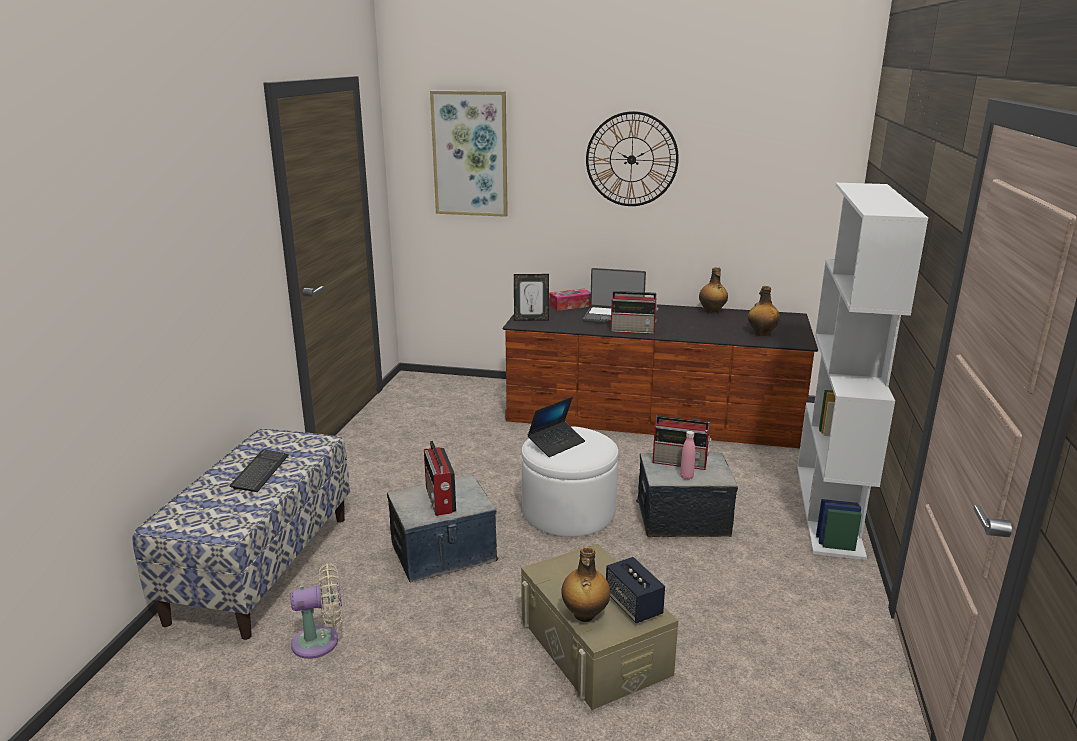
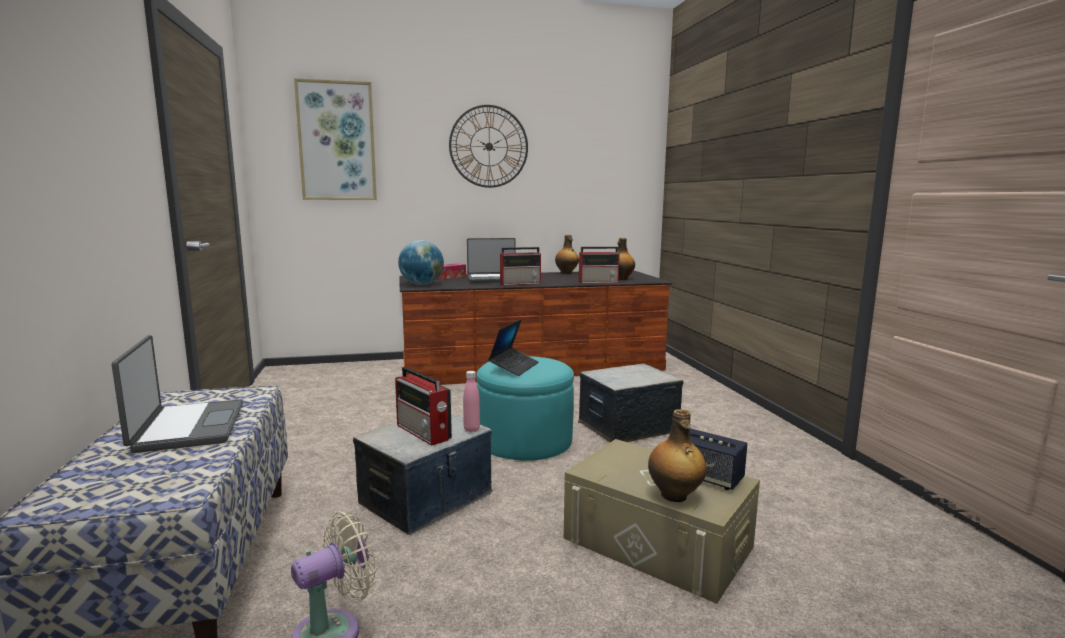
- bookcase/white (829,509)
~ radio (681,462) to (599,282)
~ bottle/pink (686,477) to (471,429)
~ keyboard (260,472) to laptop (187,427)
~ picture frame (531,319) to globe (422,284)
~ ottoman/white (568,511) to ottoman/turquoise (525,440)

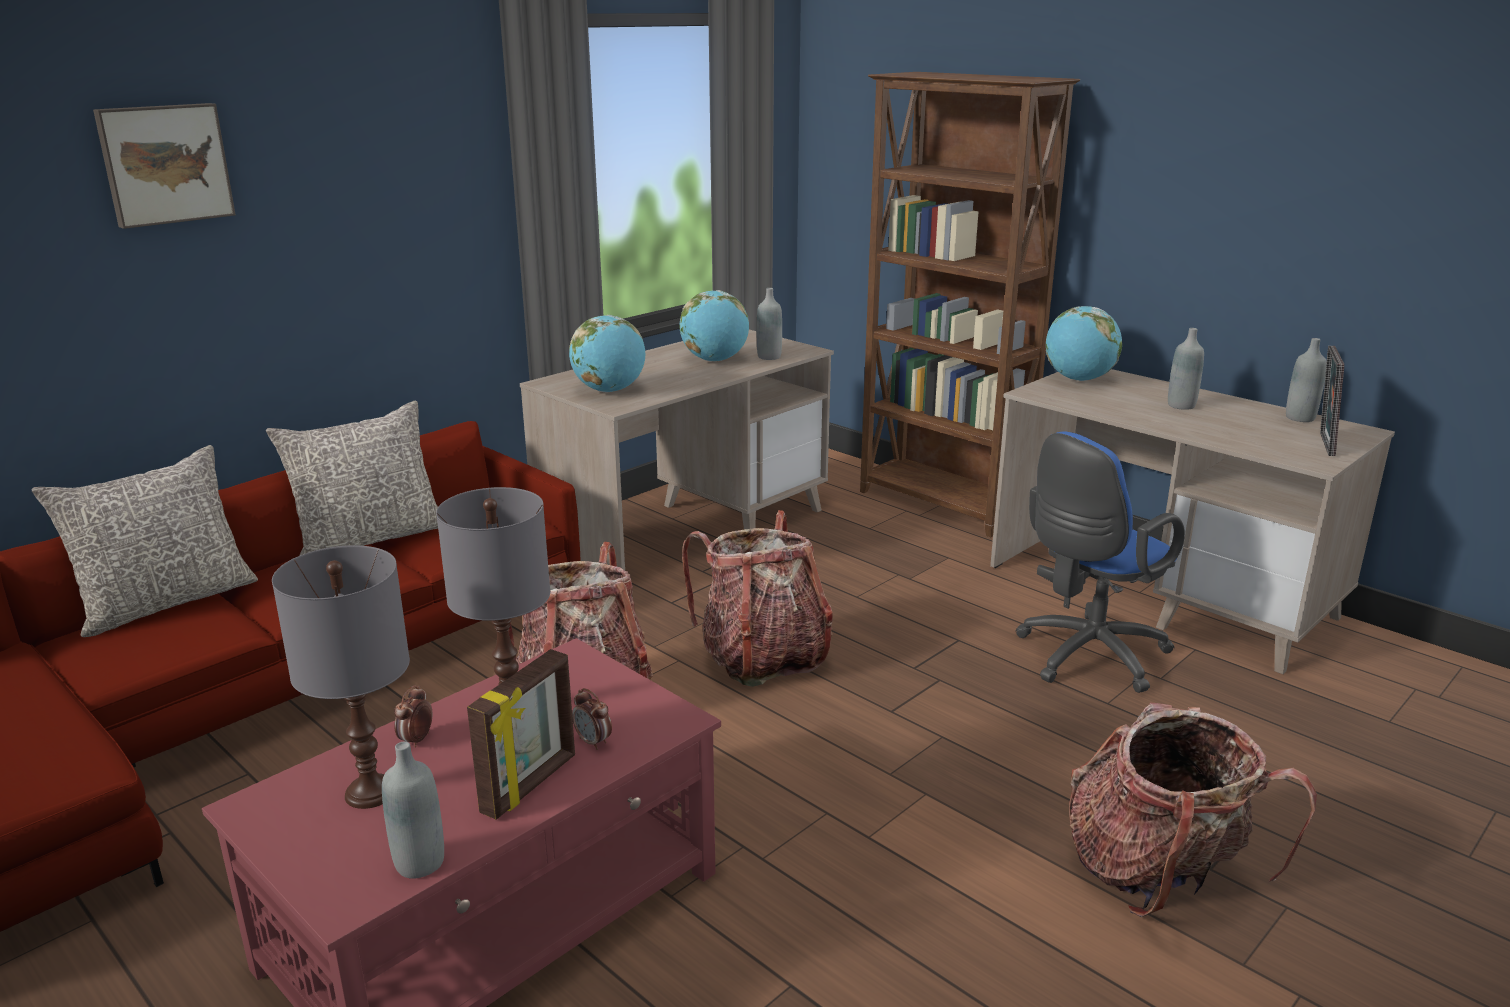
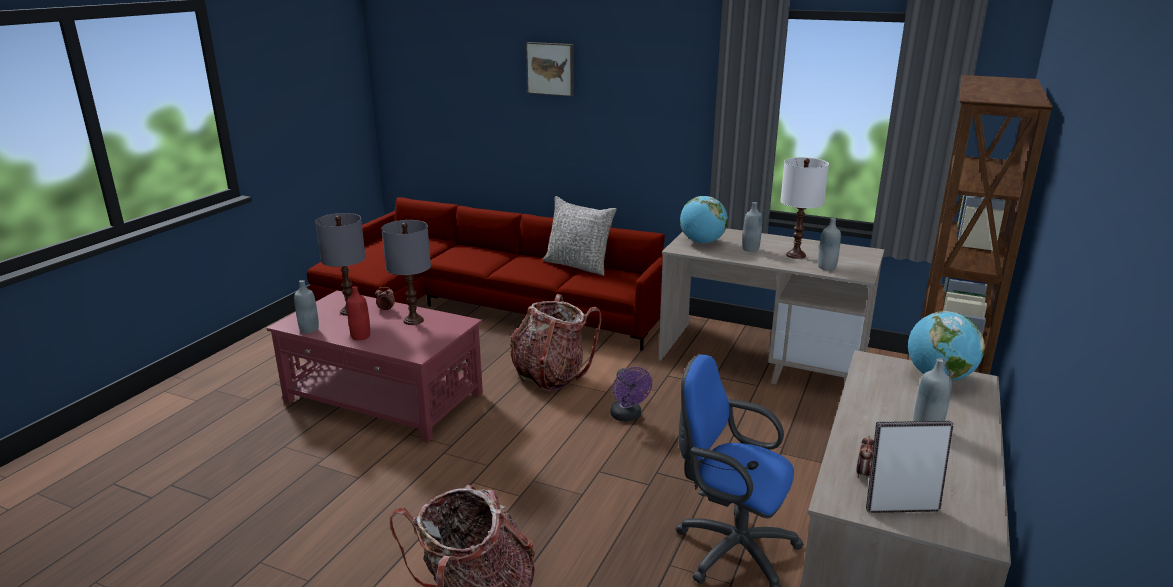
- pillow/grey (166,602)
~ alarm clock (593,742) to (863,474)
~ bottle/grey (1300,418) to (750,249)
~ picture frame (531,785) to bottle/red (360,336)
~ globe (715,360) to table lamp/white (795,255)
~ backpack (763,658) to fan/purple (628,416)

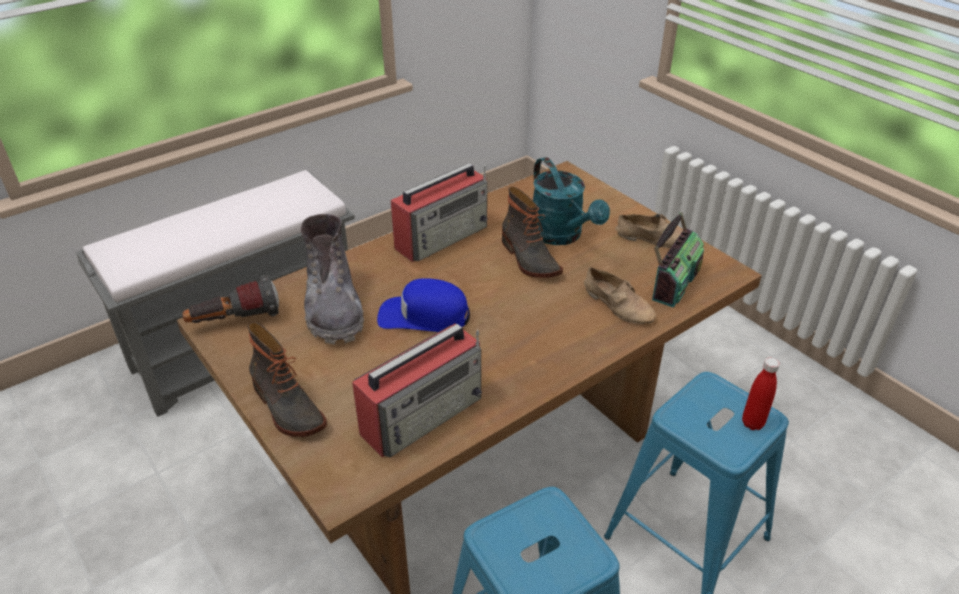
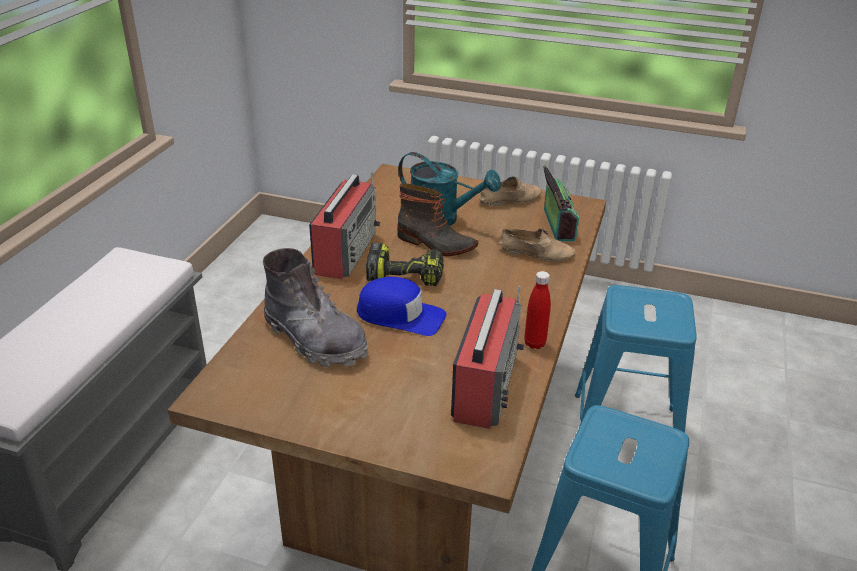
- flashlight (235,321)
- boot (286,408)
+ power drill (406,274)
~ bottle/red (752,423) to (534,343)
~ cap/blue (423,316) = (401,315) 135 degrees counterclockwise

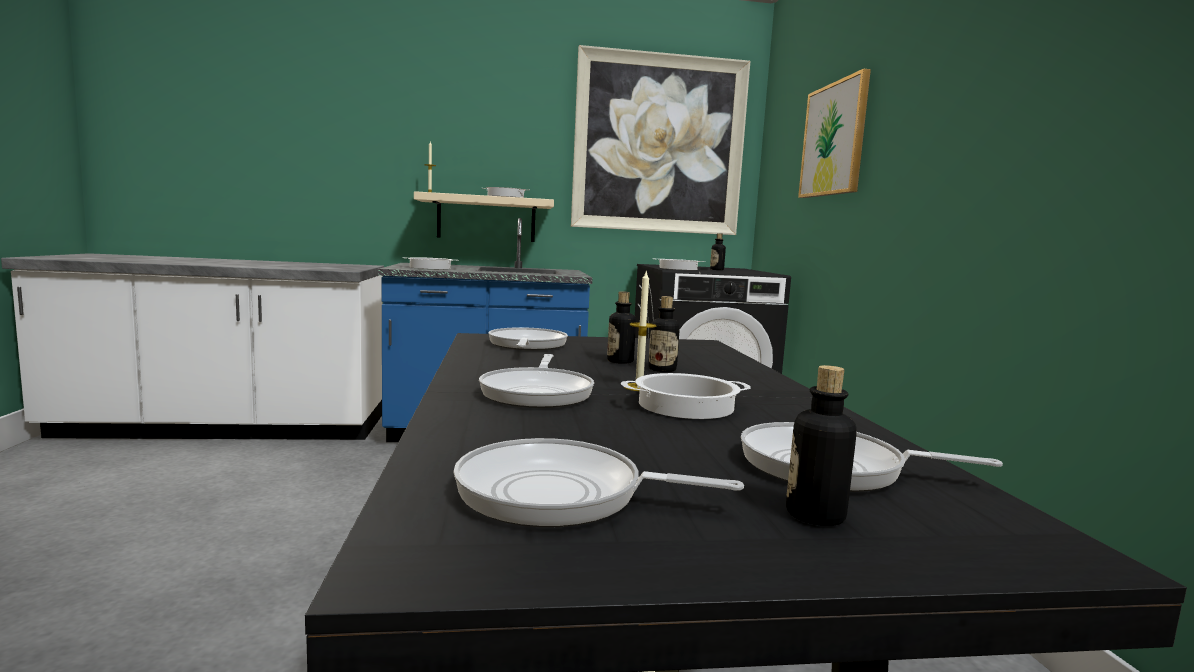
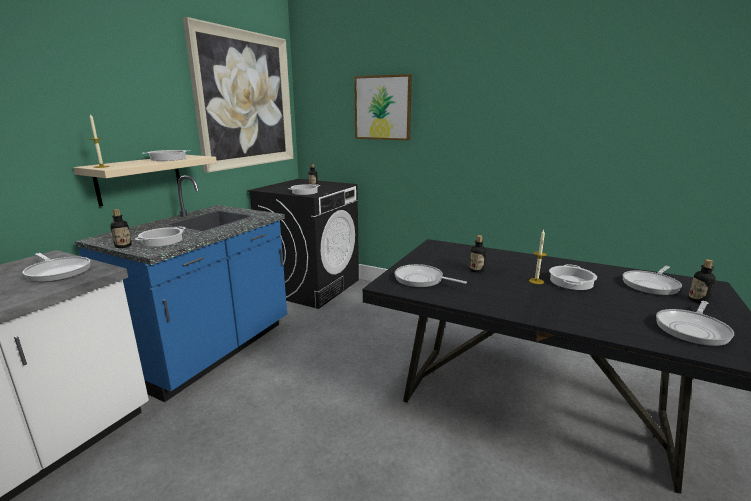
~ frying pan (538,393) to (58,272)
~ bottle (662,369) to (123,246)

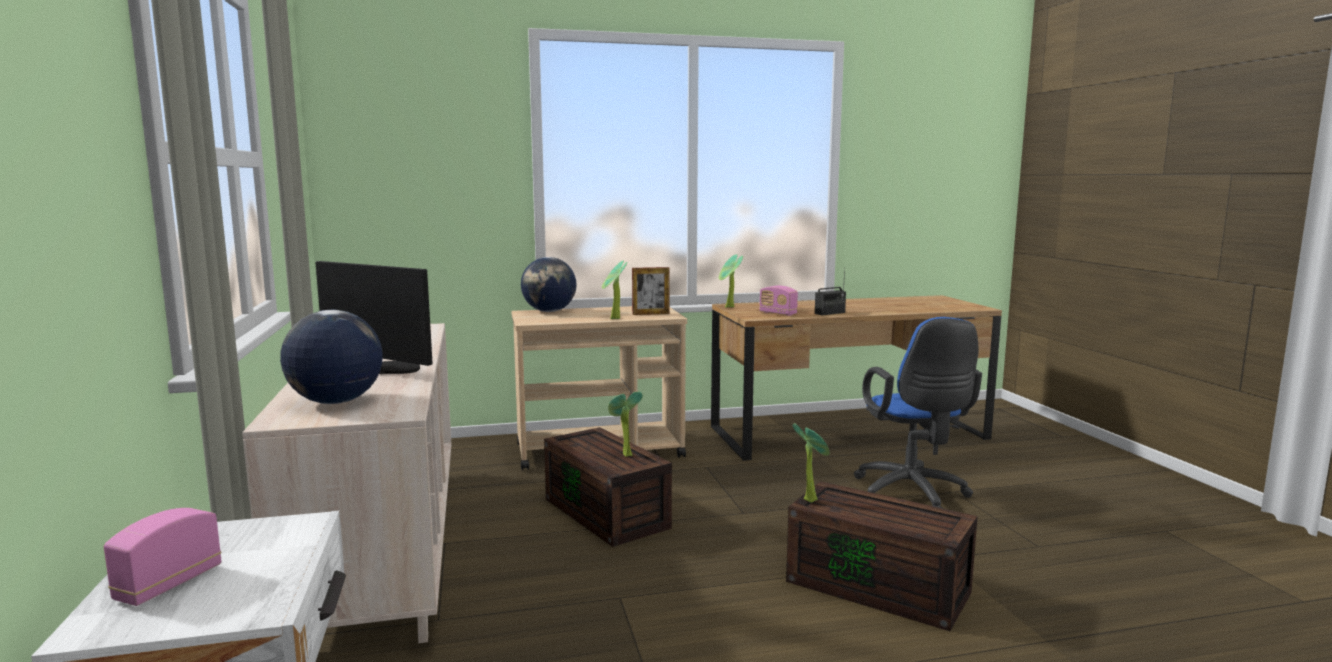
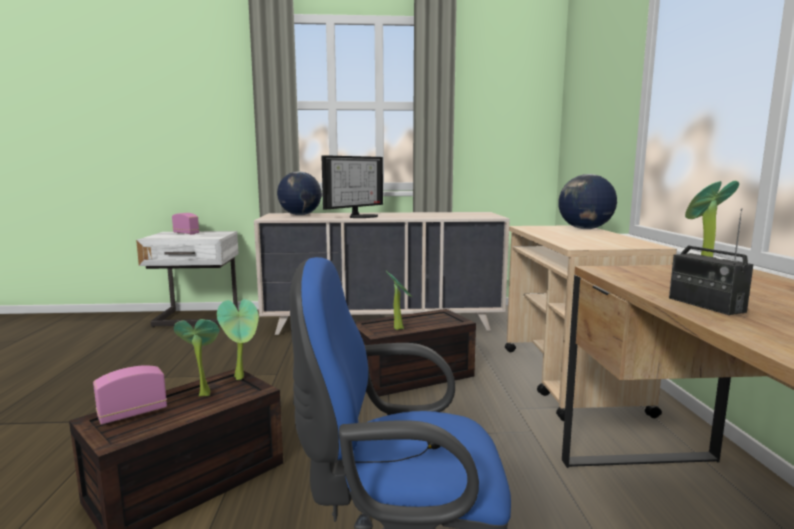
- picture frame (650,314)
~ potted plant (614,319) to (202,393)
~ radio (778,313) to (133,413)

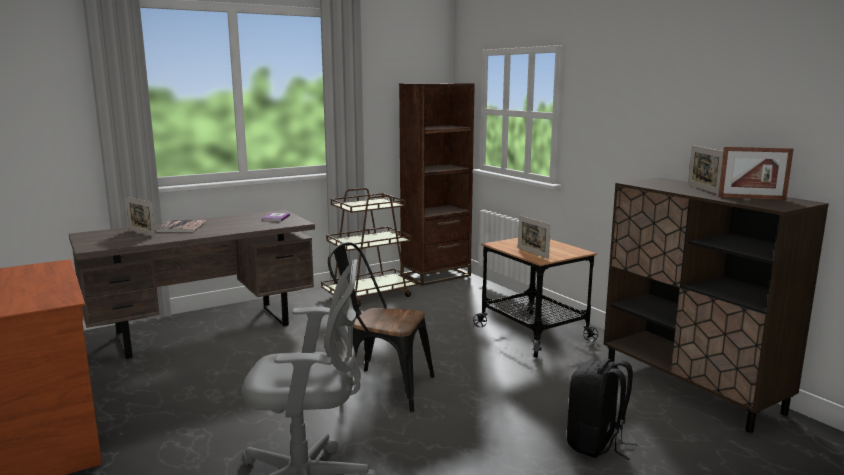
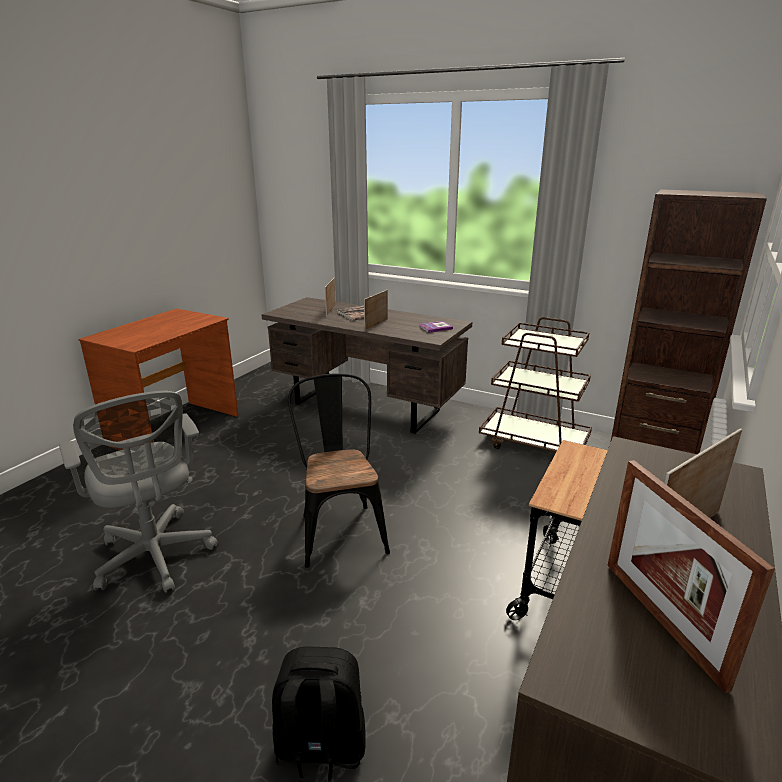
~ picture frame (532,253) to (376,324)

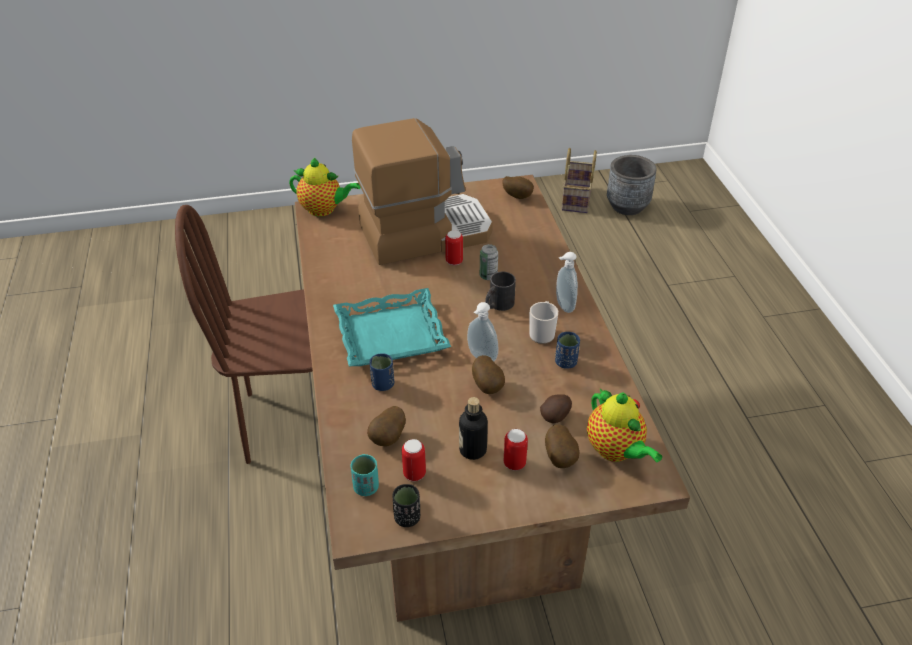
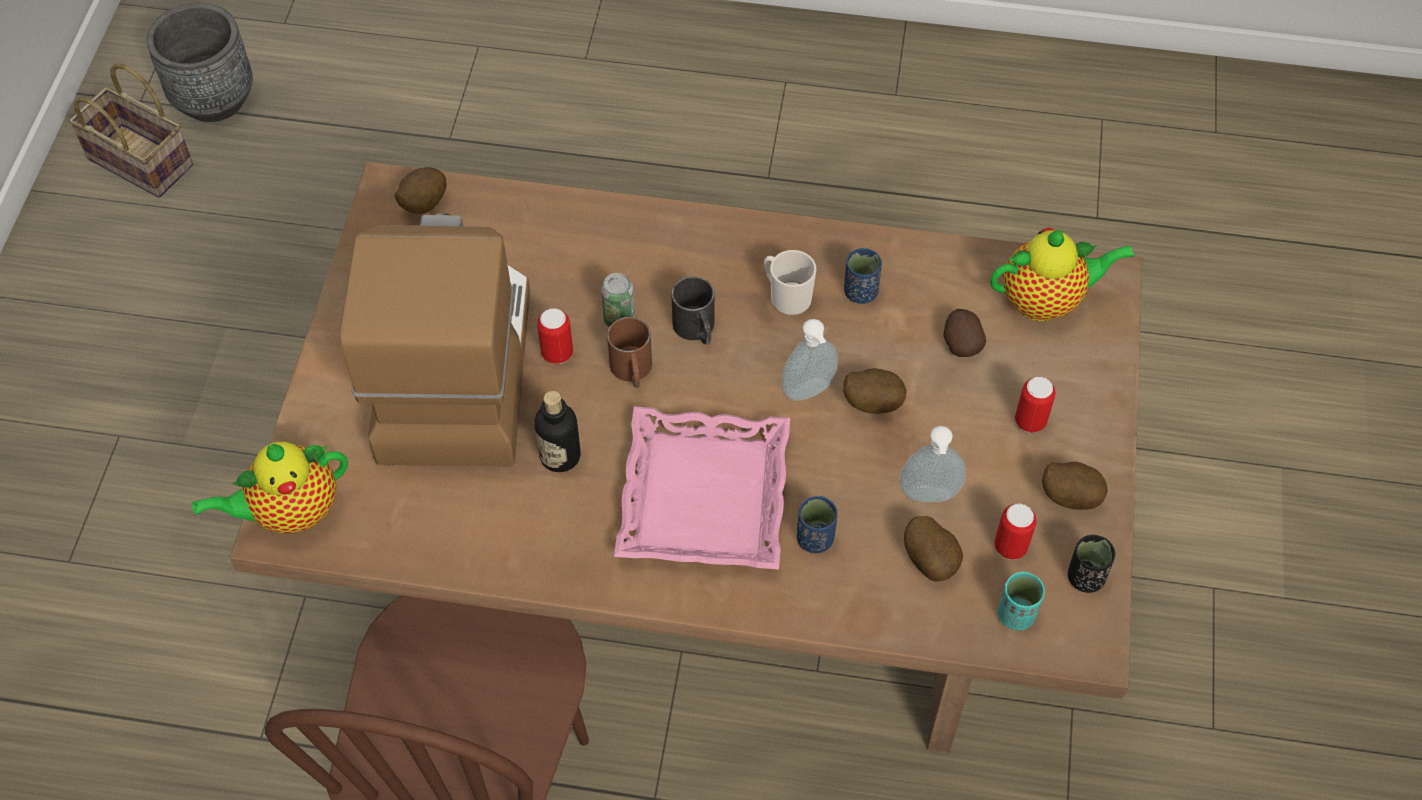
+ mug/brown (632,371)
~ bottle (473,450) to (560,456)
~ potato (561,458) to (1069,496)
~ soap dispenser (563,306) to (929,497)
~ tray/turquoise (391,334) to tray/pink (702,496)
~ teapot (324,210) = (290,512) 150 degrees counterclockwise

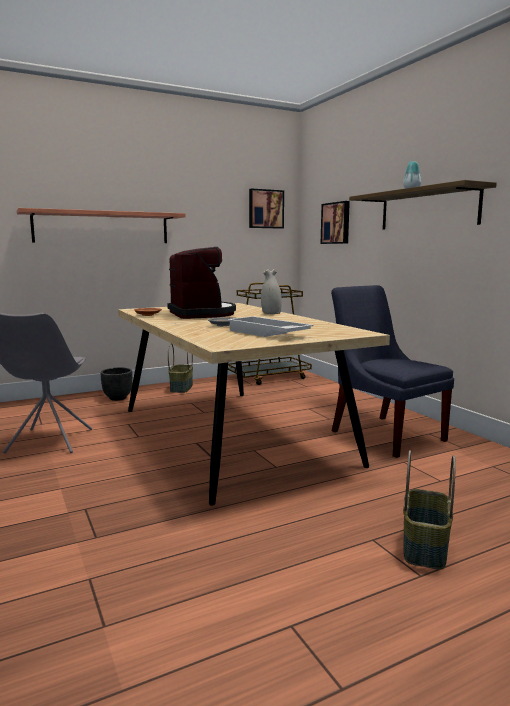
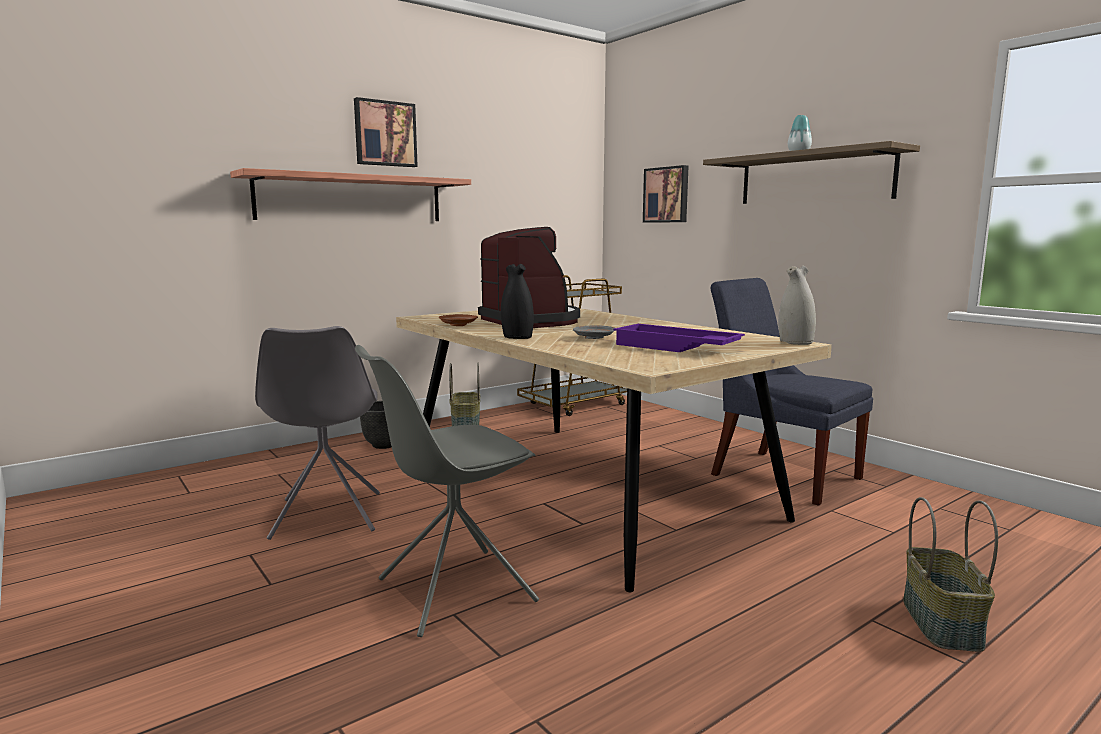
+ chair/grey (452,591)
+ vase/black (517,337)
~ picture (265,209) to (385,134)
~ vase/white (271,313) to (795,343)
~ tray/white (267,333) to tray/purple (674,347)

